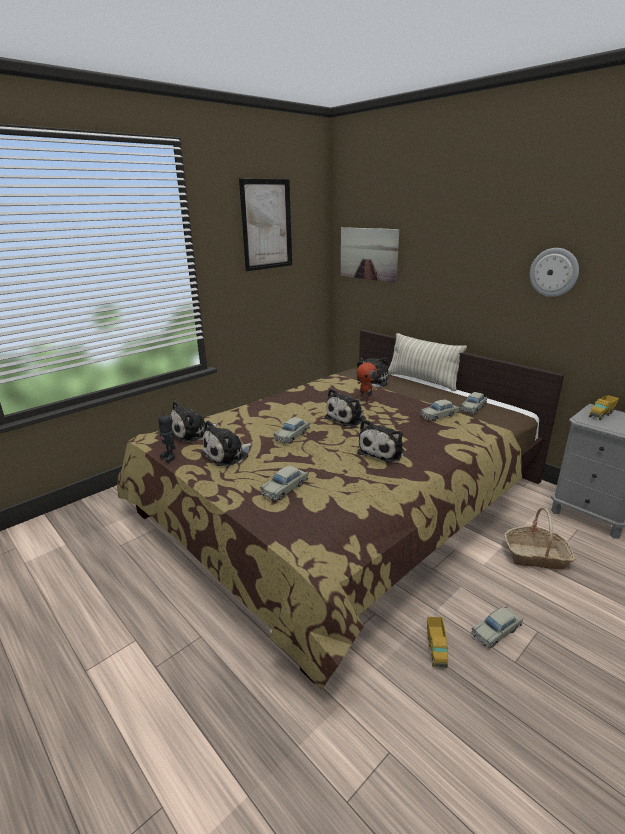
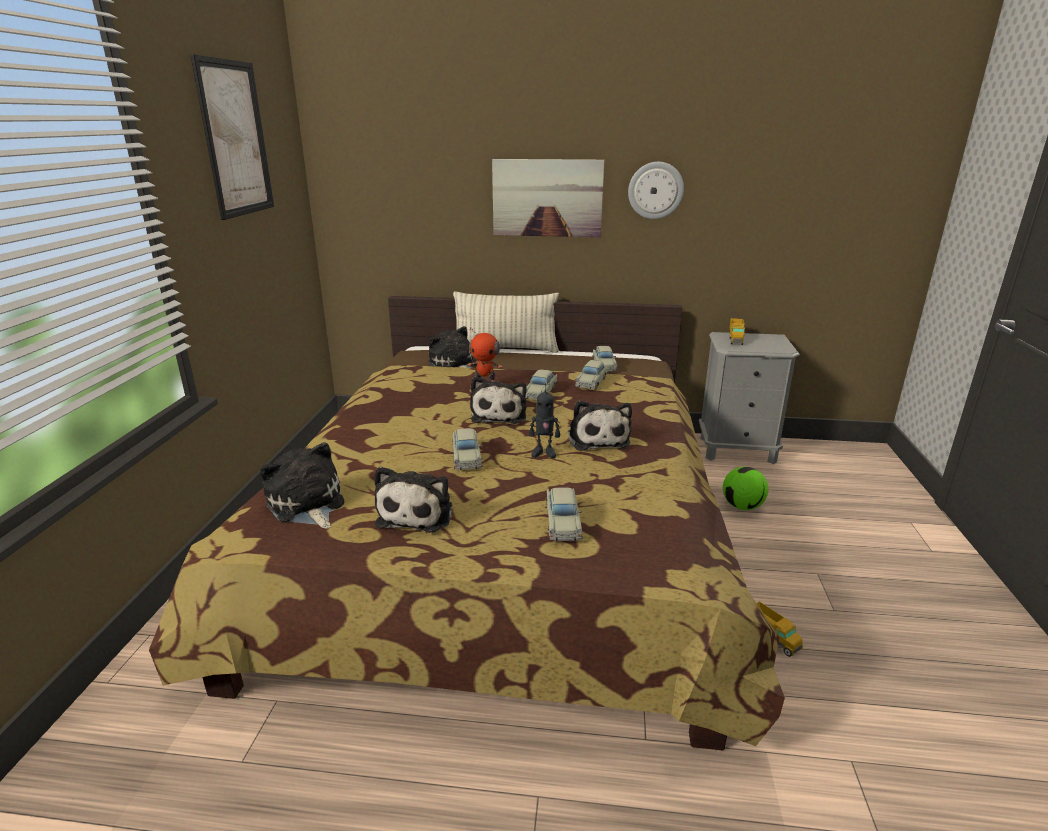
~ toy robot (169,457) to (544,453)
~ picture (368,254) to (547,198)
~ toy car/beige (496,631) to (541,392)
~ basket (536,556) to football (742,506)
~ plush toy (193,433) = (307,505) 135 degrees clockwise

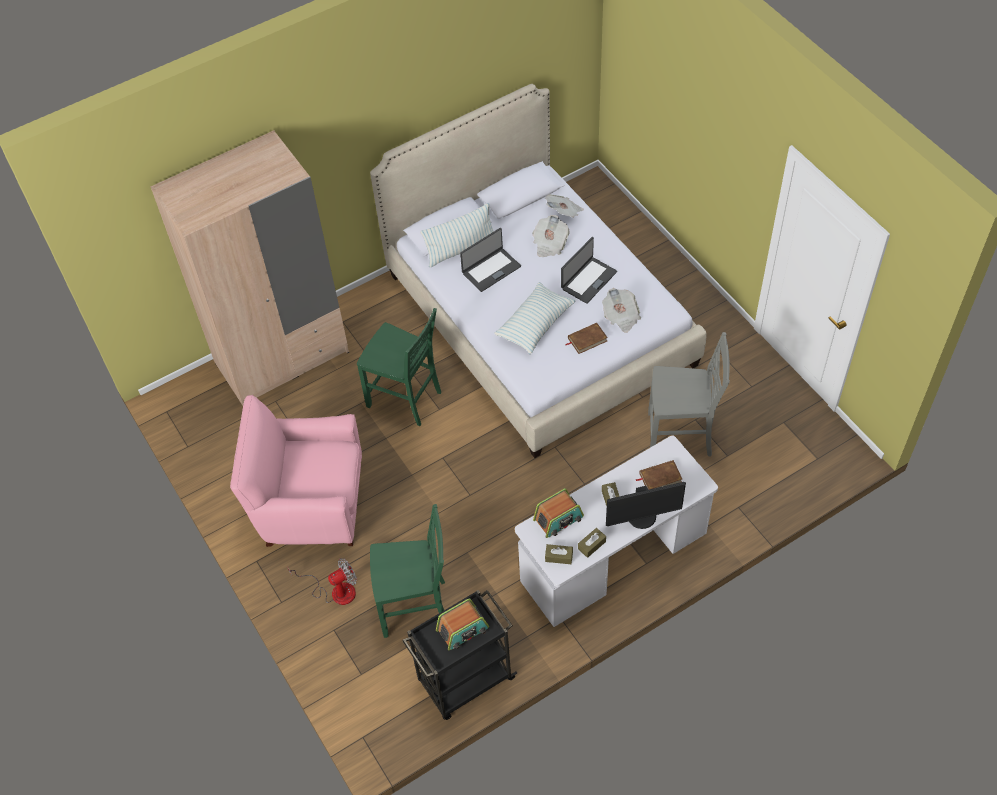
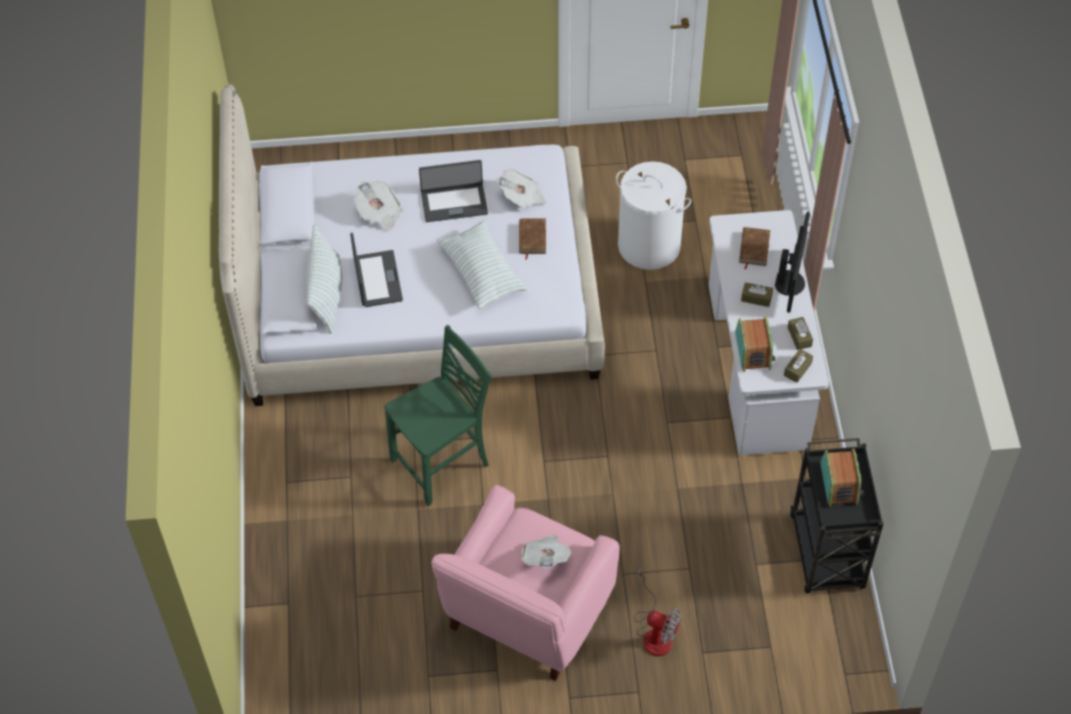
- wardrobe/beige (282,357)
- chair/green (416,607)
~ newspaper (564,212) to (546,558)
~ chair/grey (681,436) to laundry basket/white (649,245)
~ fan (335,591) = (654,632) 120 degrees clockwise
~ laptop (588,280) = (454,203) 105 degrees clockwise

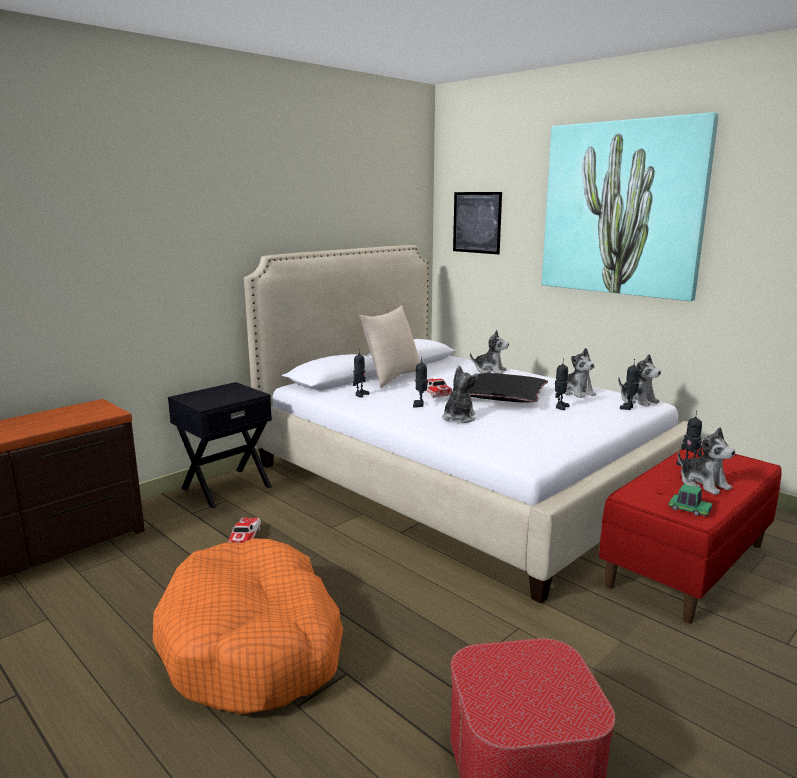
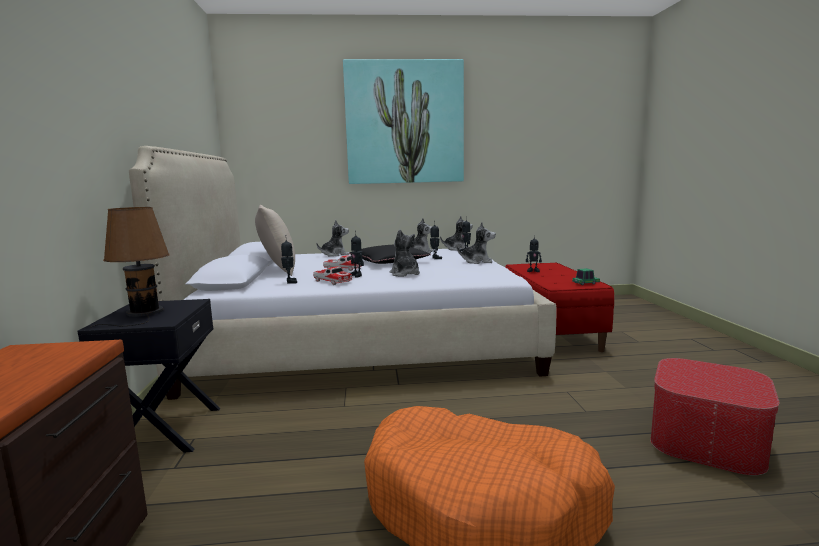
- picture (477,222)
+ table lamp/brown (143,313)
~ toy car (245,537) to (332,281)
~ plush toy (703,484) to (477,261)

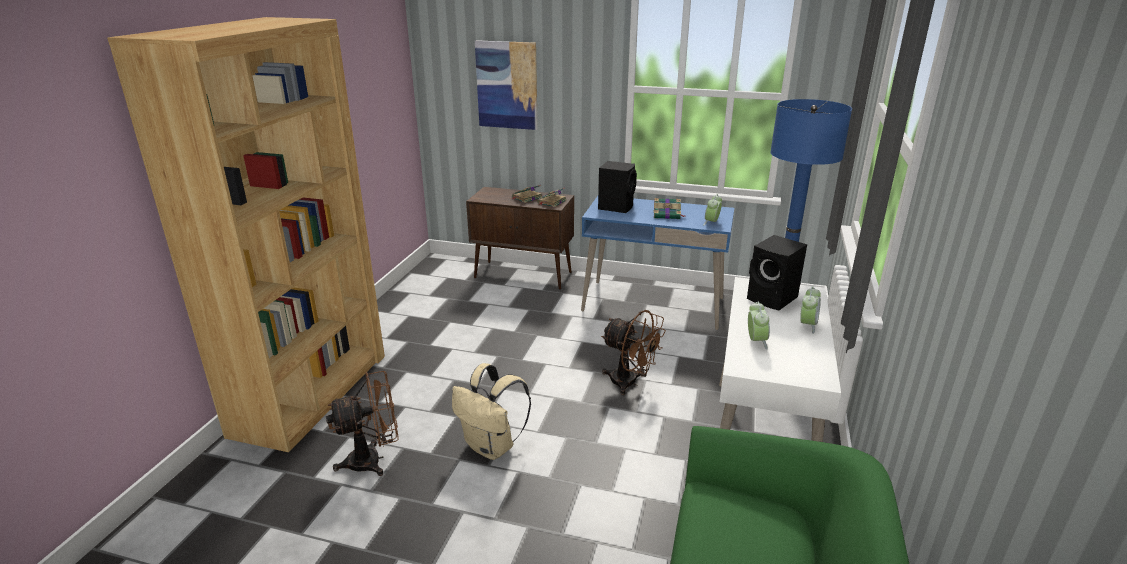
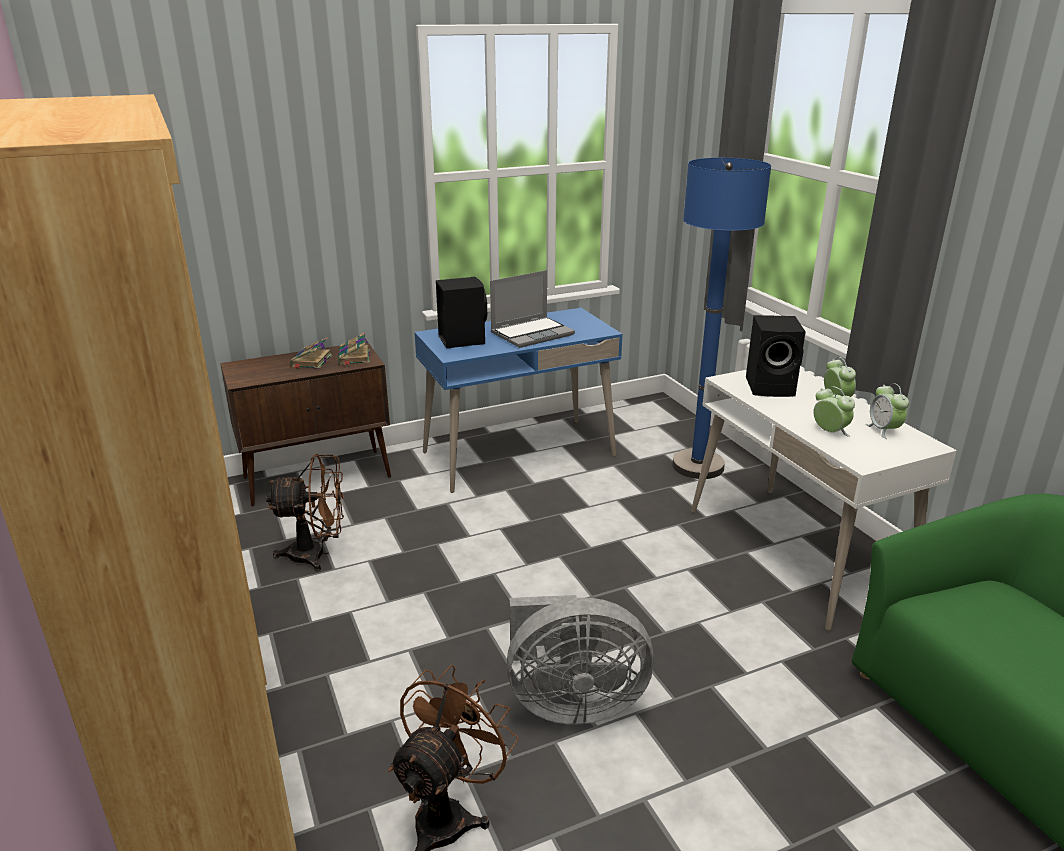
- picture (507,85)
~ fan/brown (630,383) to (317,554)
~ alarm clock (711,222) to (883,430)
~ backpack/beige (492,447) to fan/grey (570,703)
~ book (667,215) to laptop (532,333)

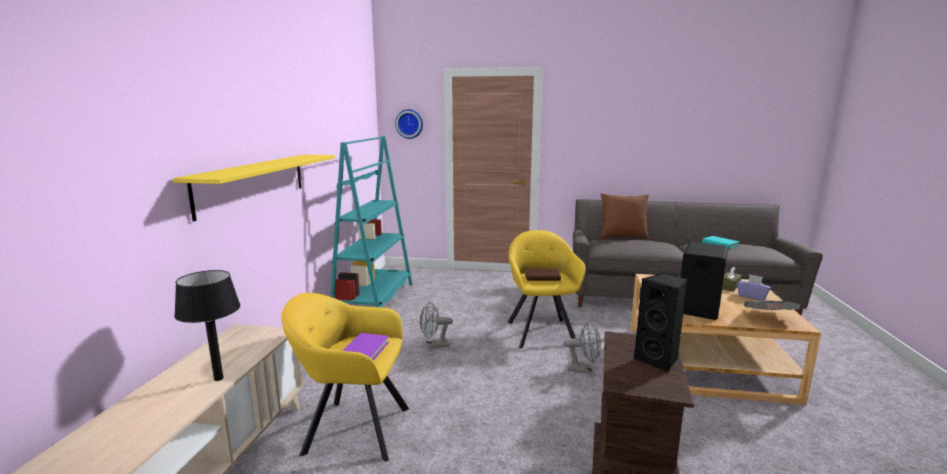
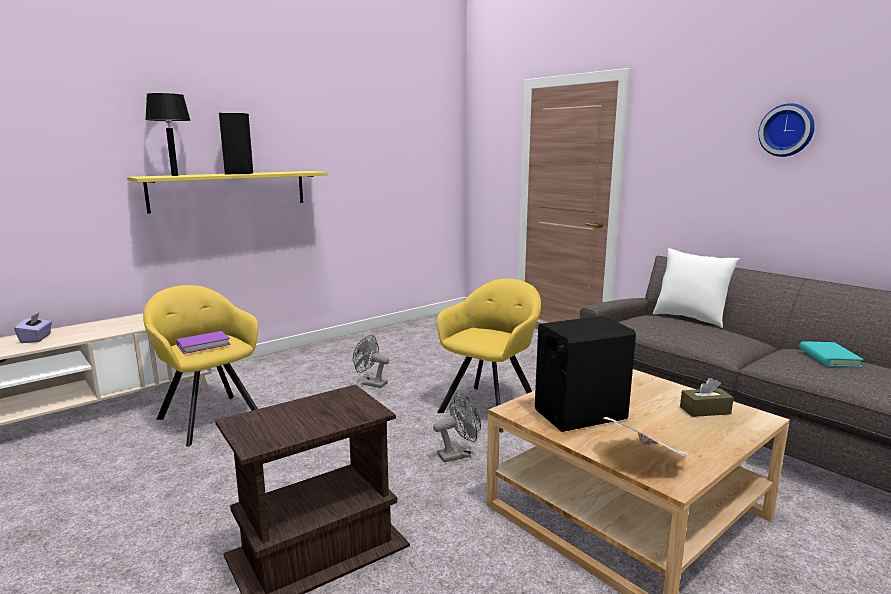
- bookcase/turquoise (374,301)
- book/brown (542,277)
~ table lamp/black (218,378) to (174,175)
~ wall clock (409,124) to (787,130)
~ speaker/black (658,360) to (239,173)
~ tissue box/purple (752,296) to (36,338)
~ pillow/brown (622,237) to pillow/white (690,318)
~ fan/grey (583,369) = (458,454) 75 degrees counterclockwise

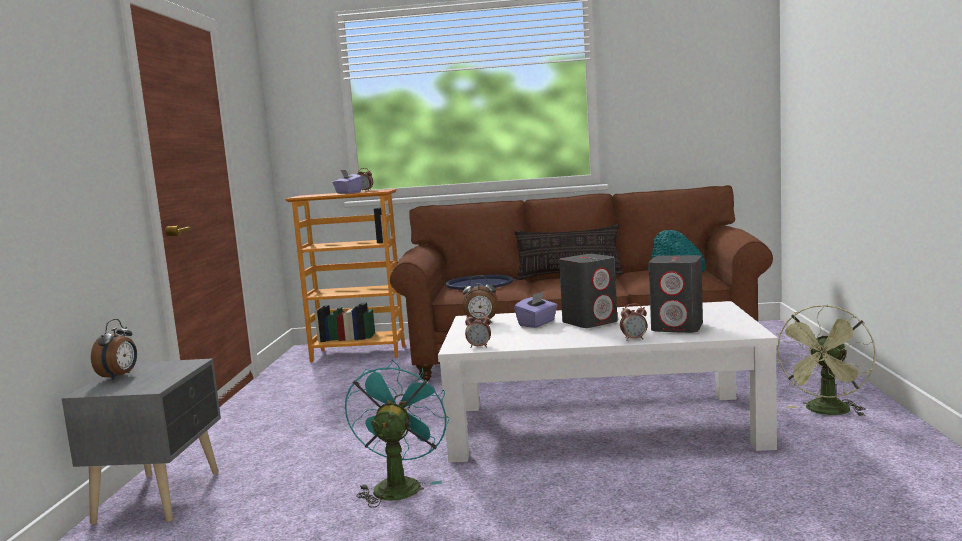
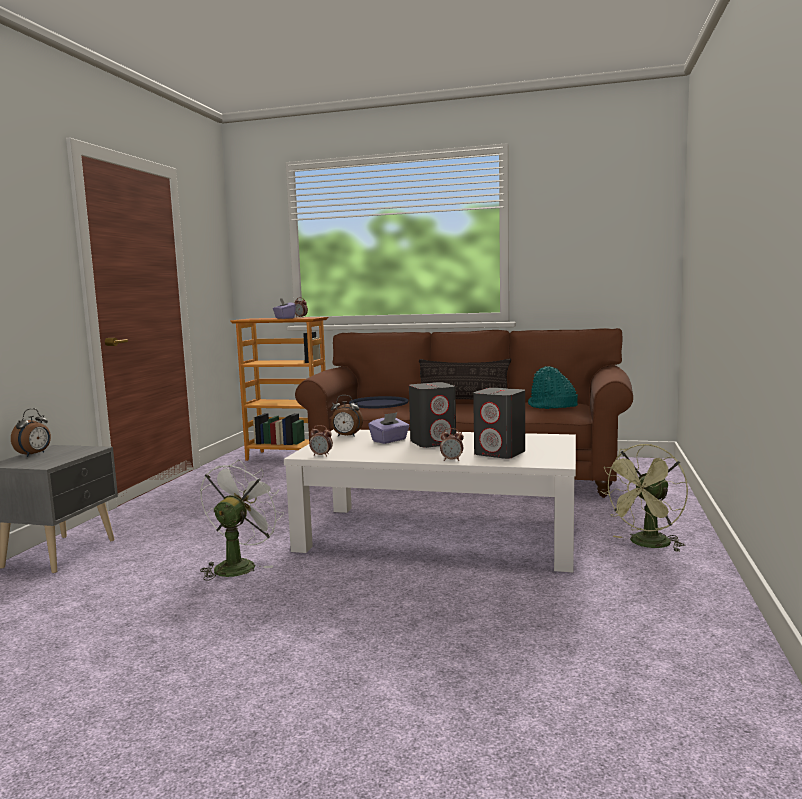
~ fan/turquoise (398,485) to fan/white (239,565)

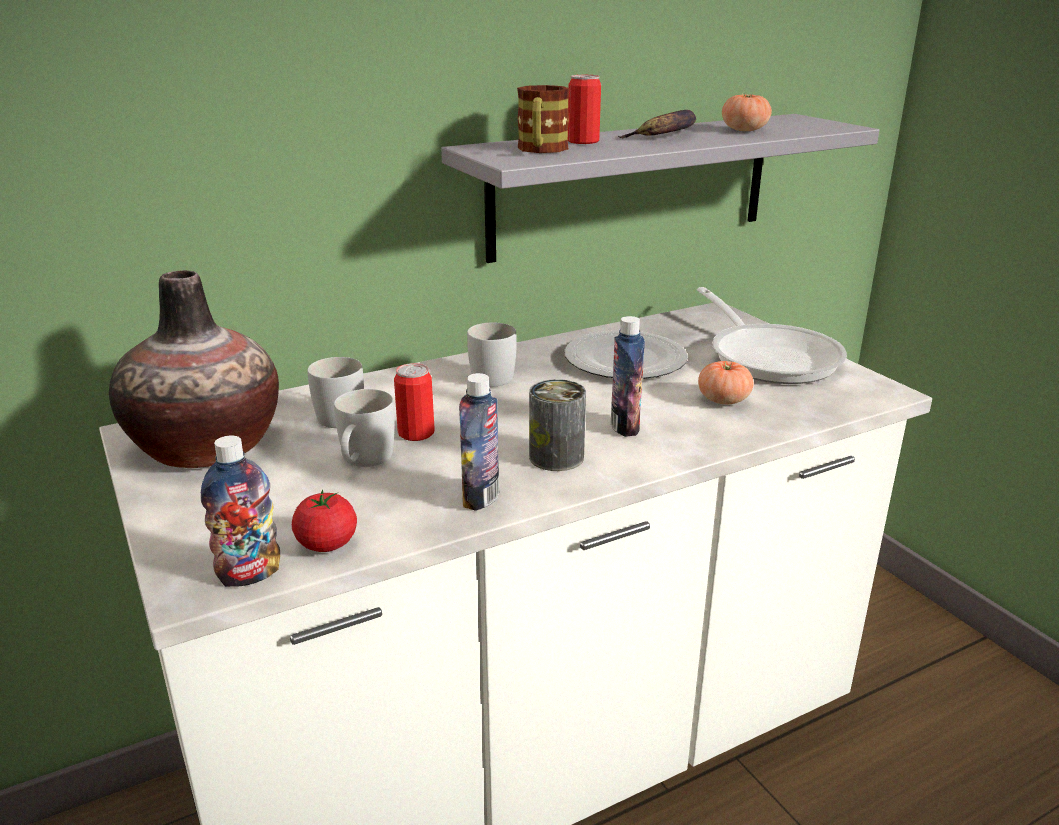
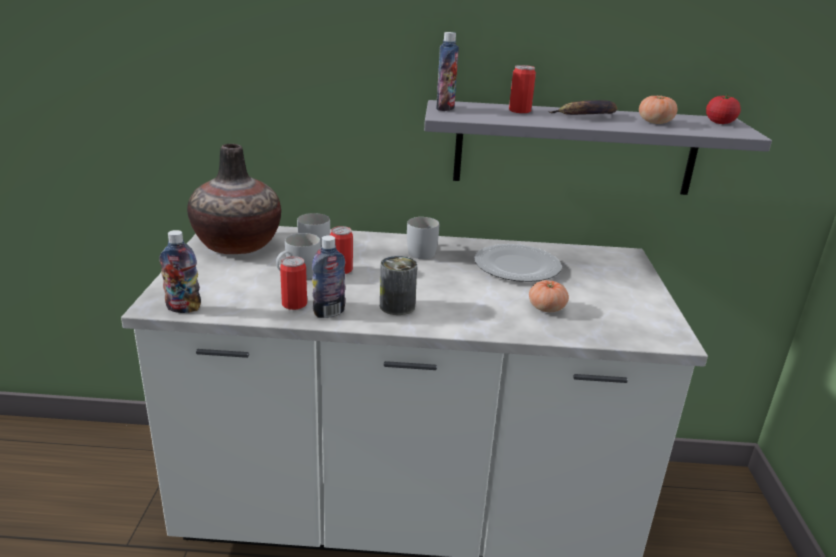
- mug (541,150)
- frying pan (769,357)
+ can (294,304)
~ tomato (327,544) to (719,122)
~ bottle (624,427) to (445,108)

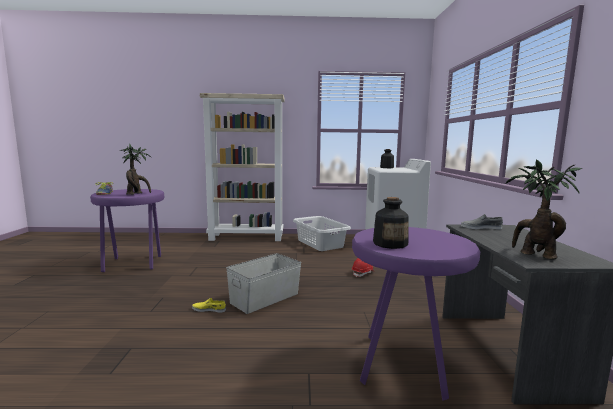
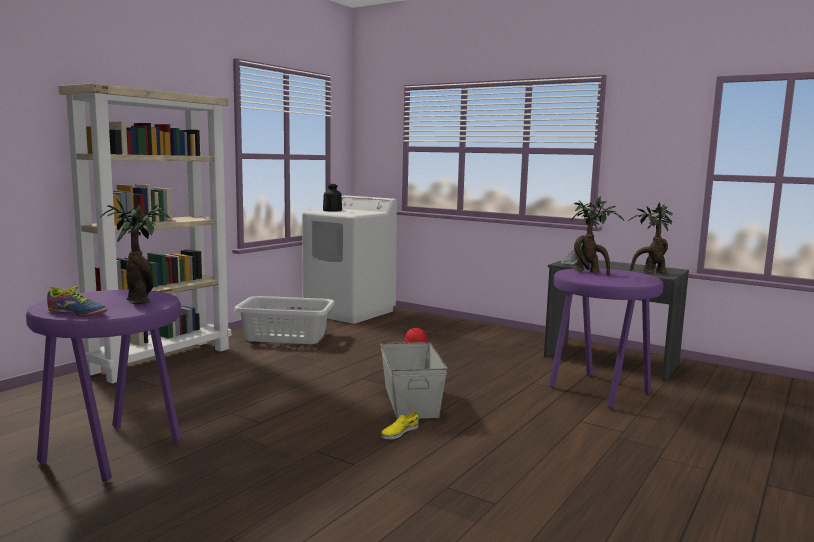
- bottle (390,244)
+ potted plant (590,272)

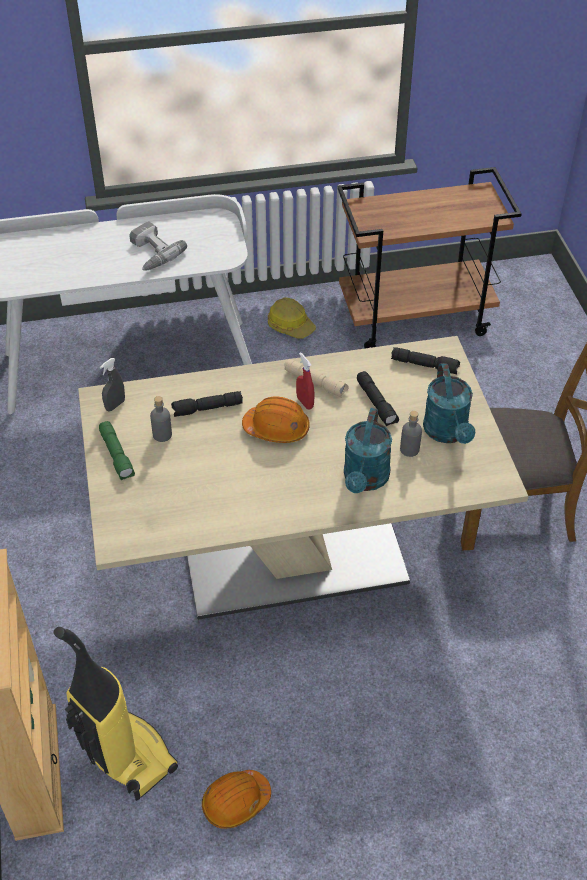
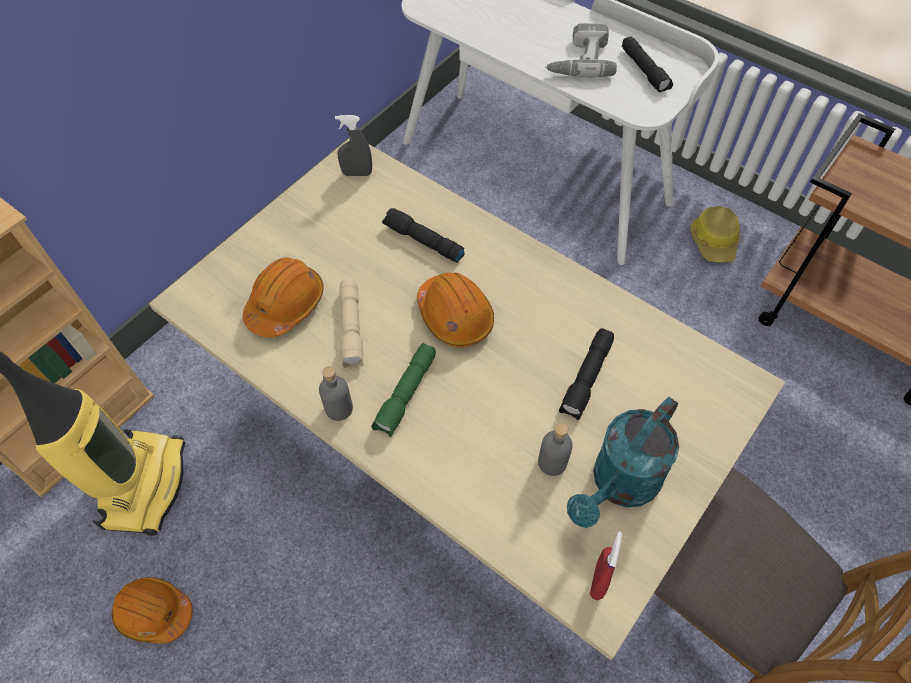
- watering can/turquoise (365,480)
+ hard hat/orange (286,304)
~ flashlight/green (117,455) to (406,395)
~ bottle/grey (162,435) to (339,408)
~ flashlight/beige (316,382) to (352,329)
~ spray bottle/red (305,402) to (598,580)
~ flashlight/black (425,365) to (645,71)

